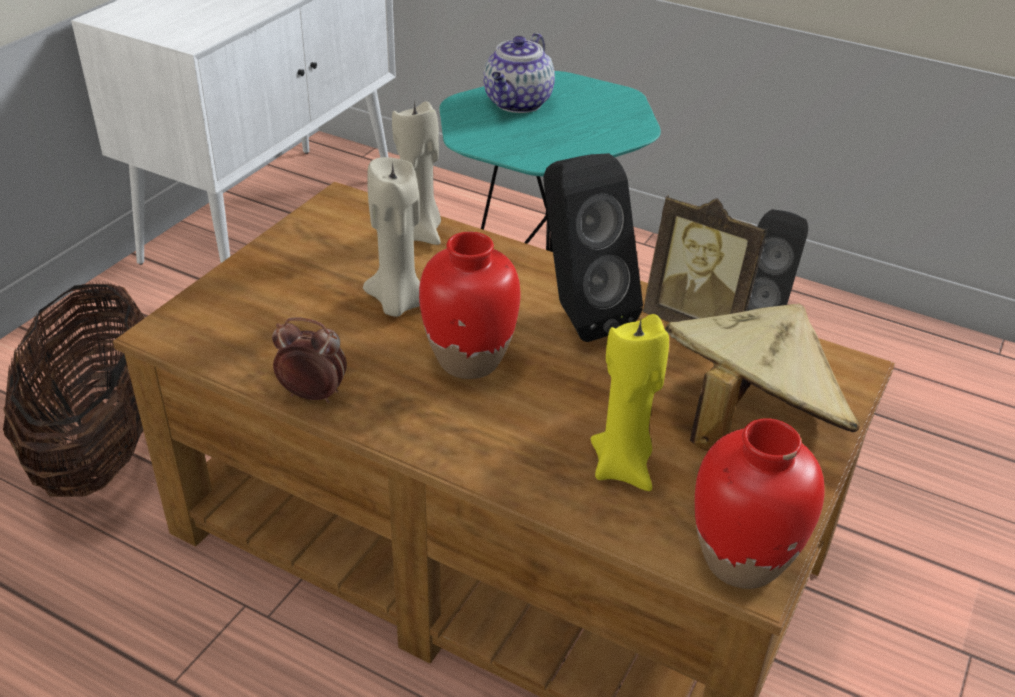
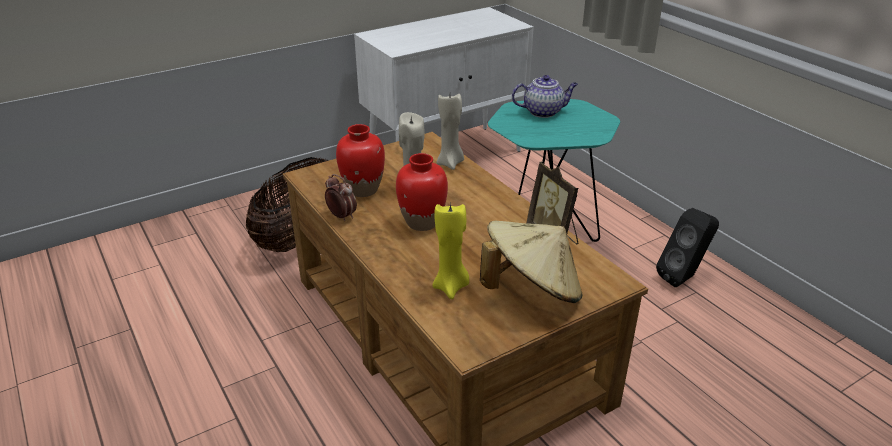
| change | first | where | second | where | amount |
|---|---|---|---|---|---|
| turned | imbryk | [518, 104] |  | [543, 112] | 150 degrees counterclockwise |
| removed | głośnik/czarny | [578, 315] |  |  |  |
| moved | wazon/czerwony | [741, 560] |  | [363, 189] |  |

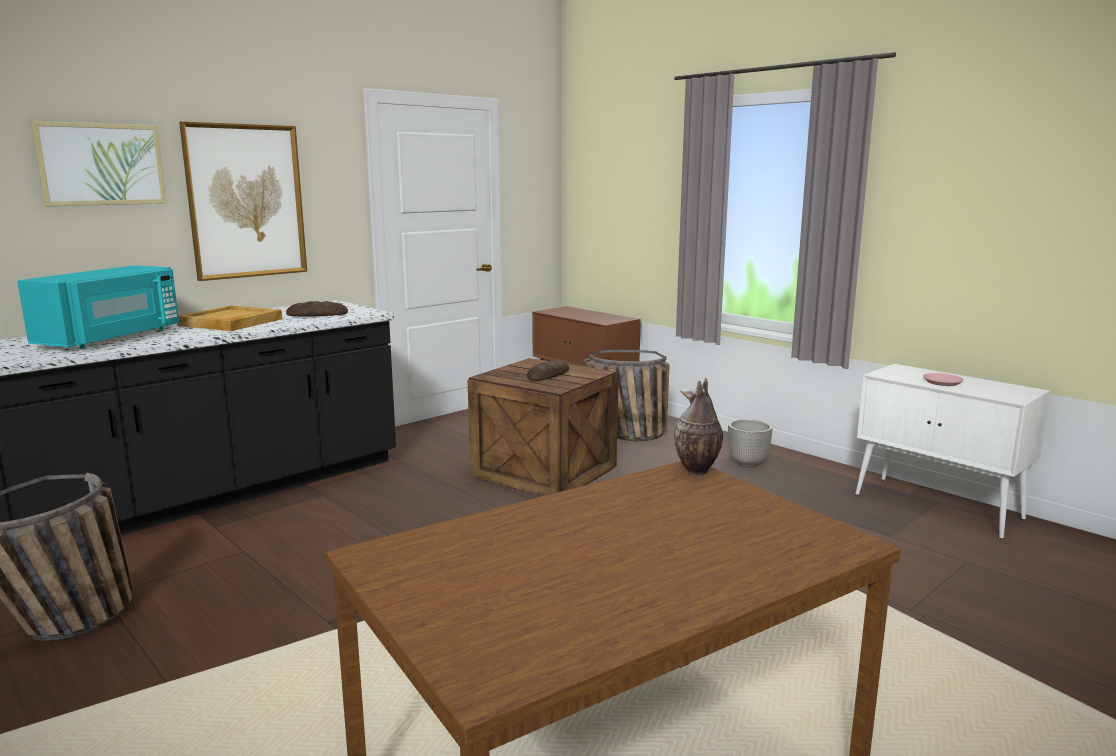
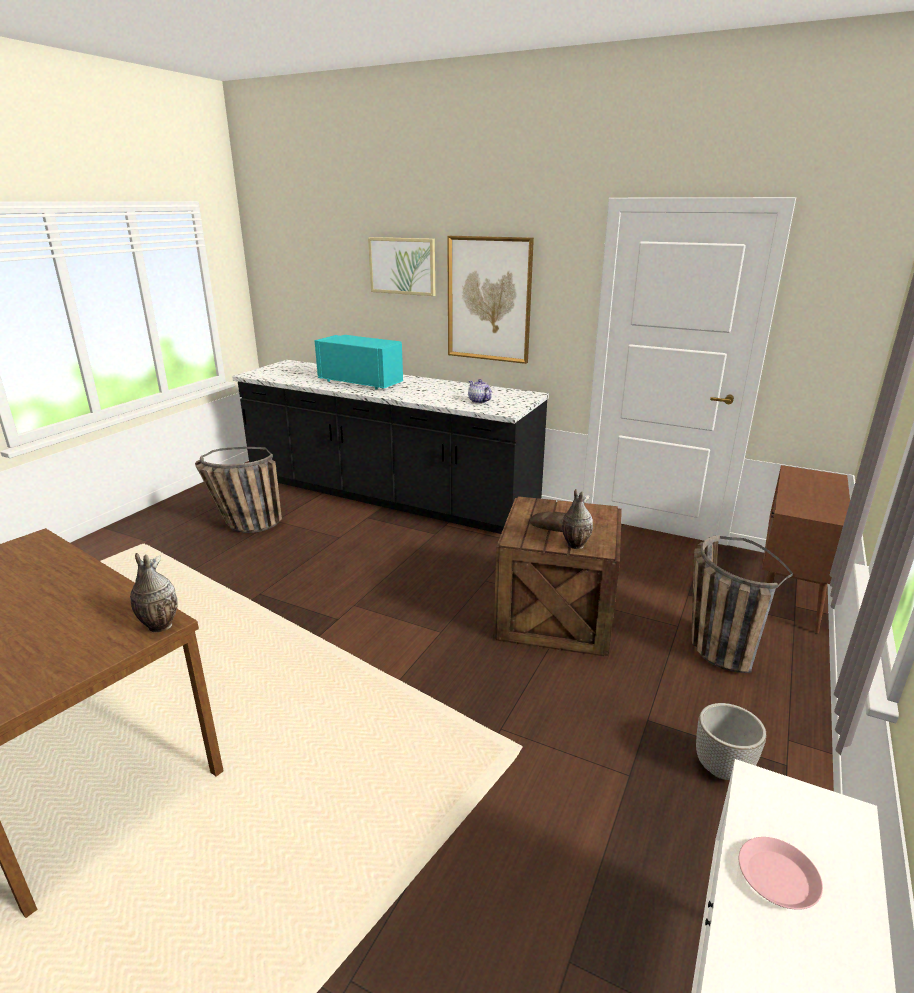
| change | first | where | second | where | amount |
|---|---|---|---|---|---|
| turned | mikrofalówka/turkusowy | [113, 338] |  | [362, 382] | 150 degrees counterclockwise |
| replaced | chleb | [317, 314] | imbryk | [479, 401] |  |
| removed | taca/beżowy | [231, 322] |  |  |  |
| added |  |  | wazon | [574, 545] |  |

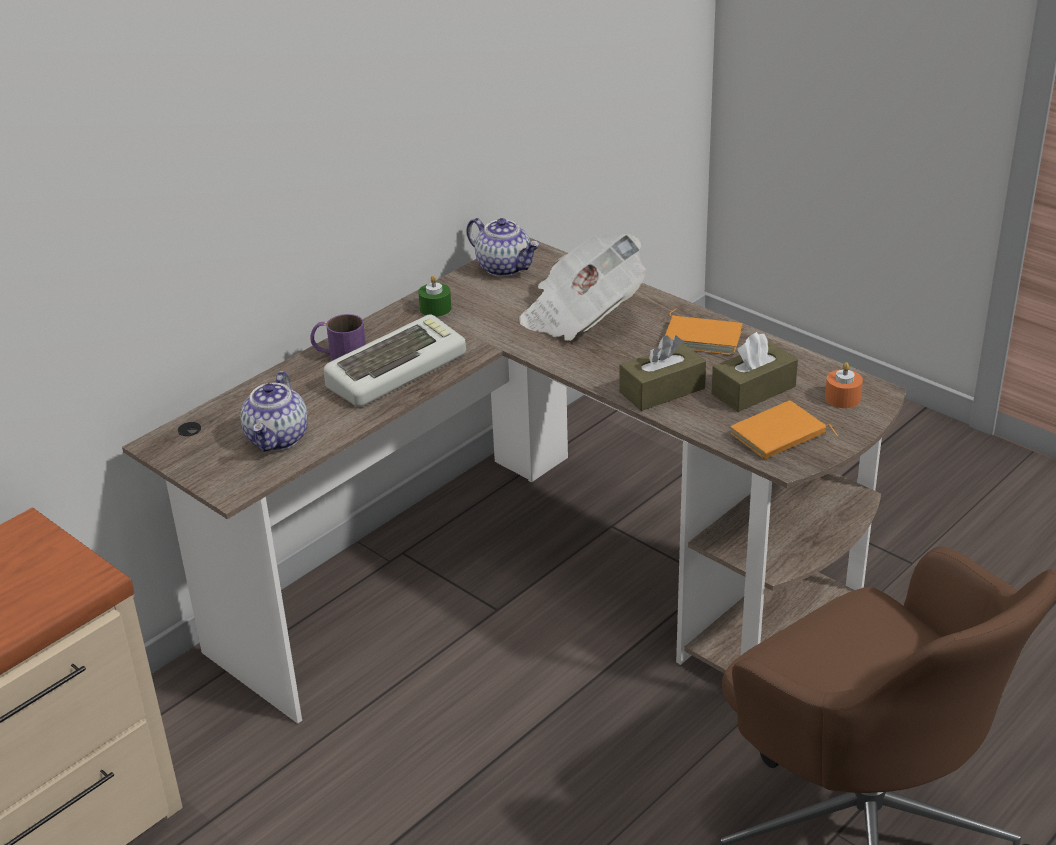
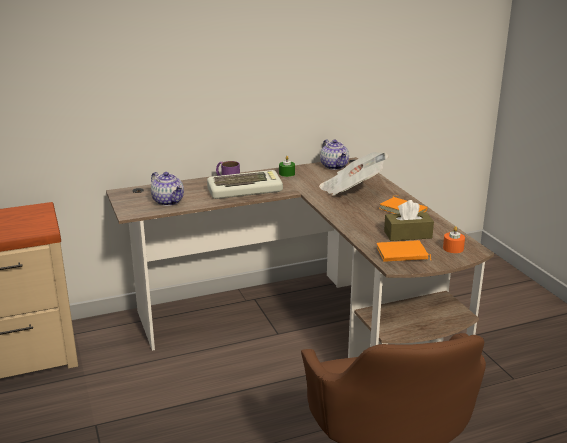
| change | first | where | second | where | amount |
|---|---|---|---|---|---|
| removed | pudełko chusteczek/brązowy | [662, 390] |  |  |  |
| turned | imbryk | [278, 439] |  | [168, 201] | 75 degrees counterclockwise |

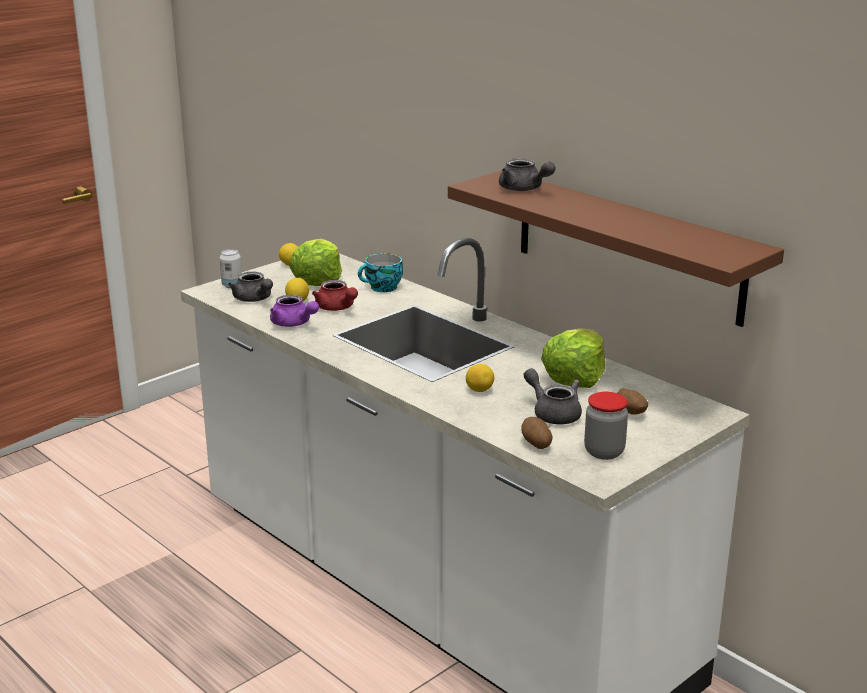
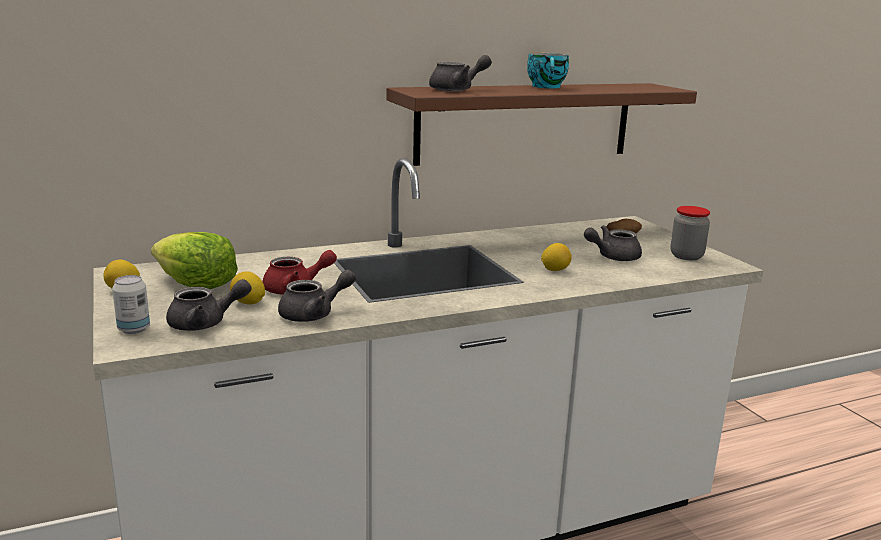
| change | first | where | second | where | amount |
|---|---|---|---|---|---|
| moved | filiżanka | [382, 288] |  | [547, 87] |  |
| recoloured | imbryk/fioletowy | [293, 324] | imbryk/szary | [314, 314] |  |
| removed | sałata | [575, 377] |  |  |  |
| removed | ziemniak | [536, 444] |  |  |  |

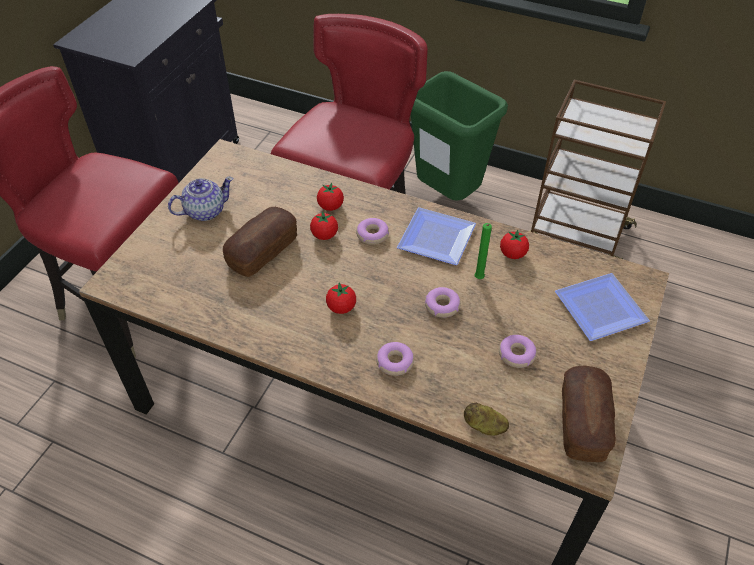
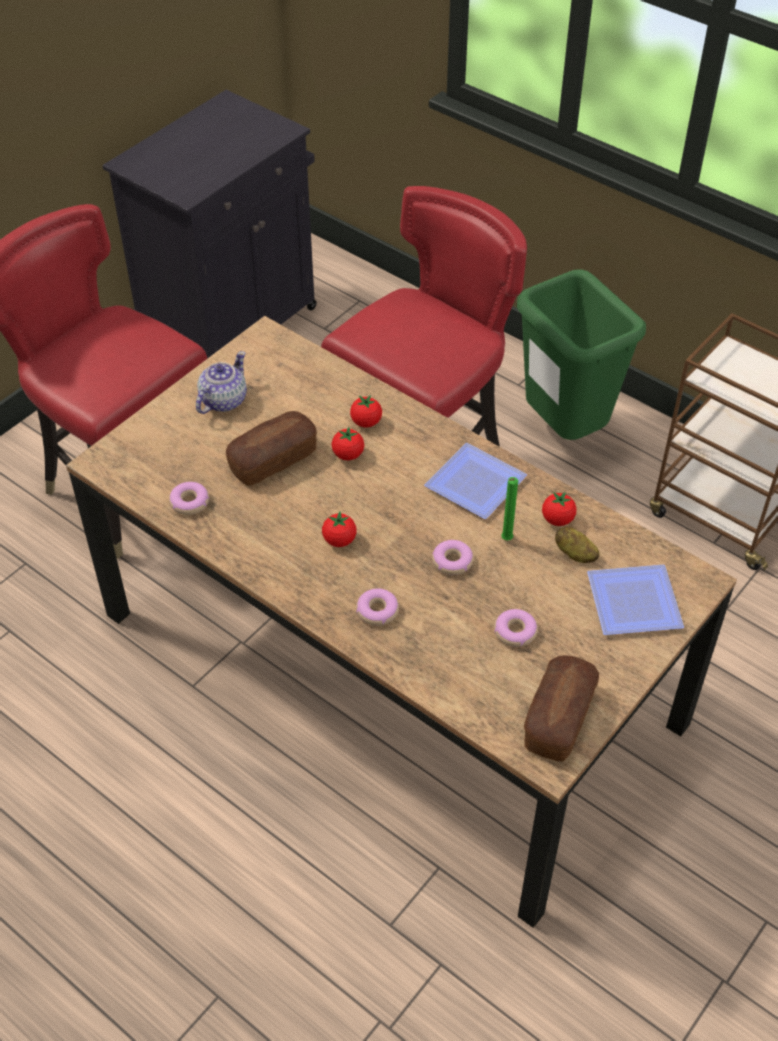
| change | first | where | second | where | amount |
|---|---|---|---|---|---|
| turned | imbryk | [204, 211] |  | [222, 401] | 45 degrees counterclockwise |
| moved | donut | [372, 235] |  | [190, 502] |  |
| moved | ziemniak | [484, 426] |  | [575, 554] |  |

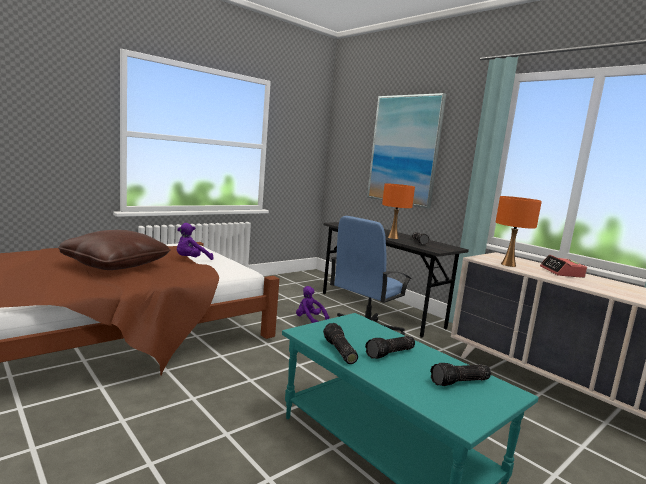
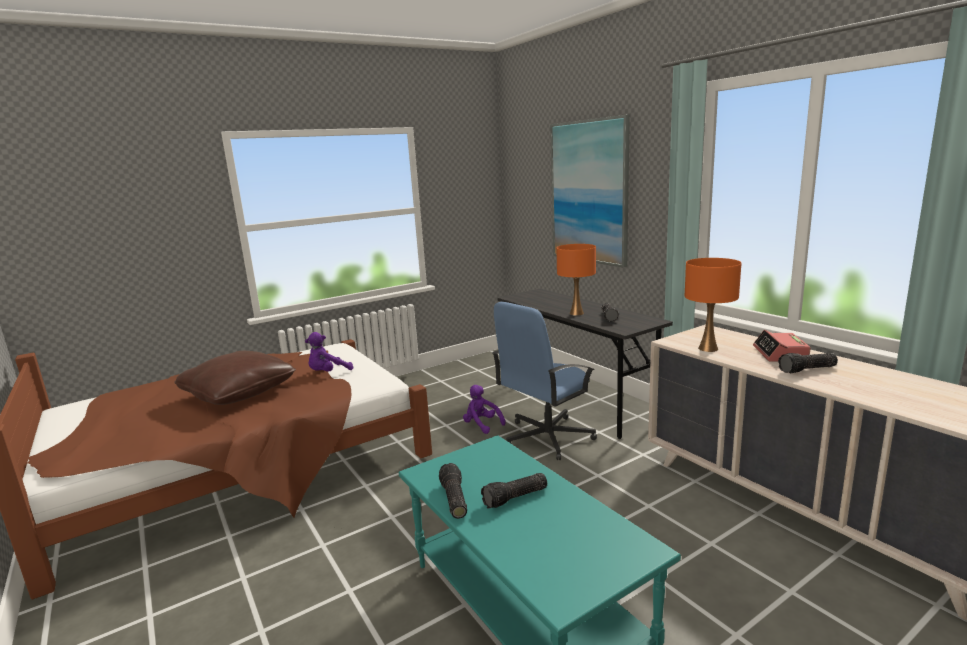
| change | first | where | second | where | amount |
|---|---|---|---|---|---|
| moved | latarka | [460, 382] |  | [808, 370] |  |

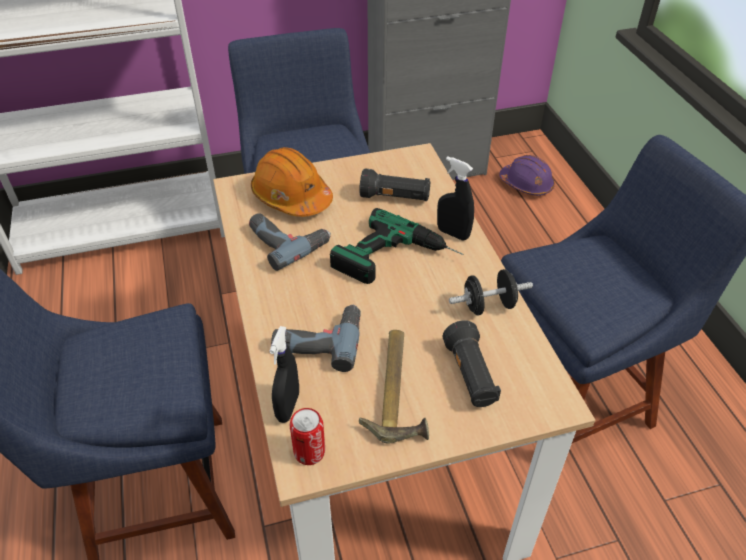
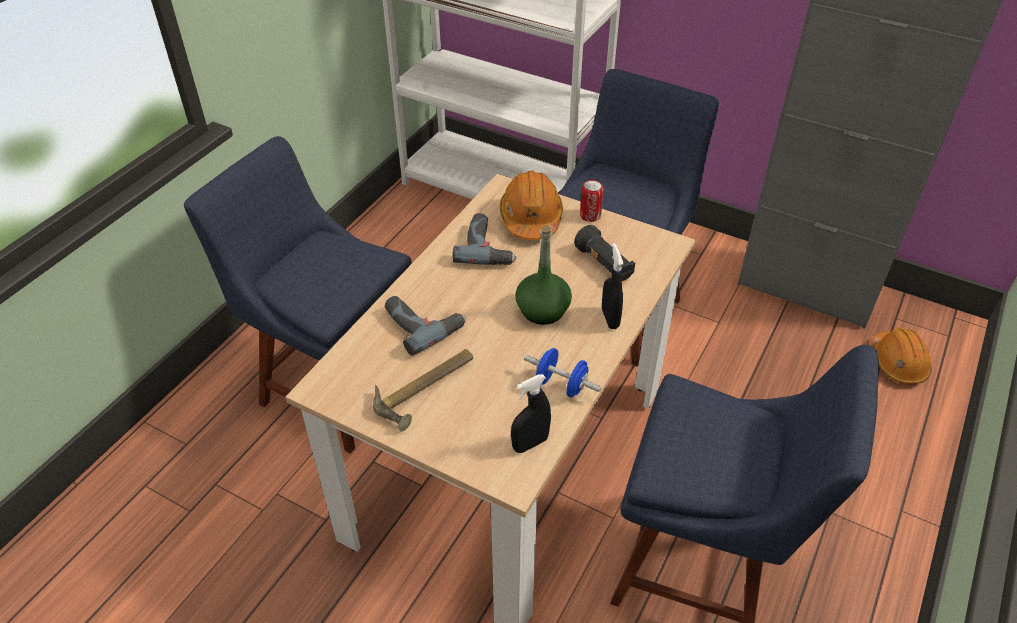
| change | first | where | second | where | amount |
|---|---|---|---|---|---|
| recoloured | kask/fioletowy | [526, 184] | kask/pomarańczowy | [897, 363] |  |
| replaced | wiertarka | [398, 261] | butelka/zielony | [542, 310] |  |
| recoloured | hantel/czarny | [488, 306] | hantel/niebieski | [561, 385] |  |
| removed | latarka/czarny | [470, 376] |  |  |  |
| moved | spryskiwacz/czarny | [288, 407] |  | [530, 443] |  |
| moved | puszka | [309, 452] |  | [590, 216] |  |

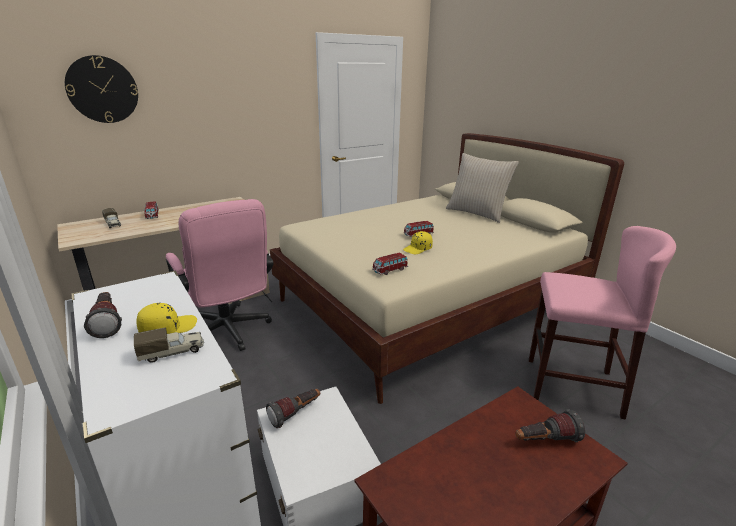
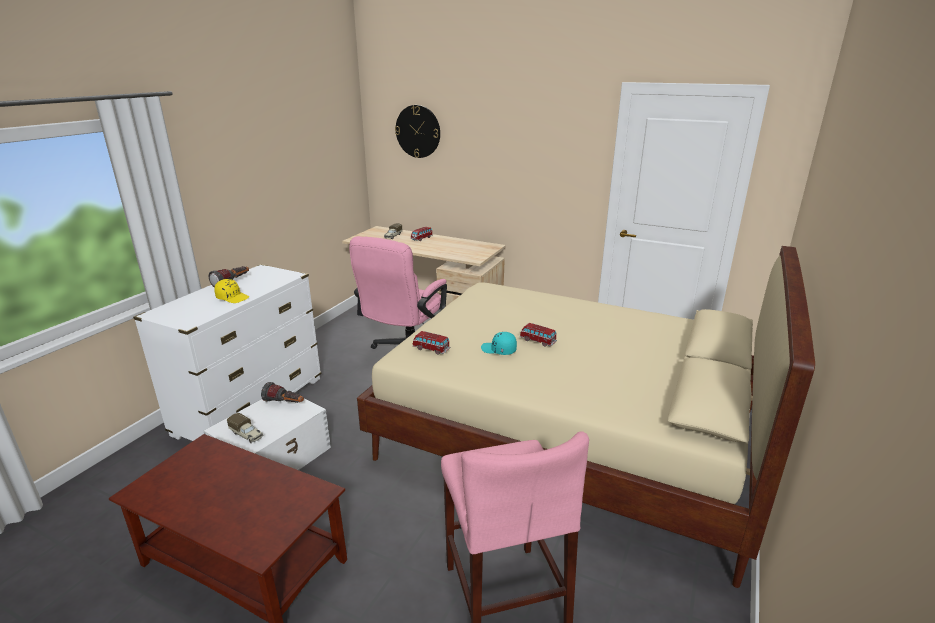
| change | first | where | second | where | amount |
|---|---|---|---|---|---|
| removed | poduszka/beżowy | [477, 213] |  |  |  |
| recoloured | czapka z daszkiem/żółty | [418, 249] | czapka z daszkiem/turkusowy | [498, 350] |  |
| moved | ciężarówka zabawkowa | [172, 352] |  | [247, 435] |  |
| removed | latarka | [545, 441] |  |  |  |

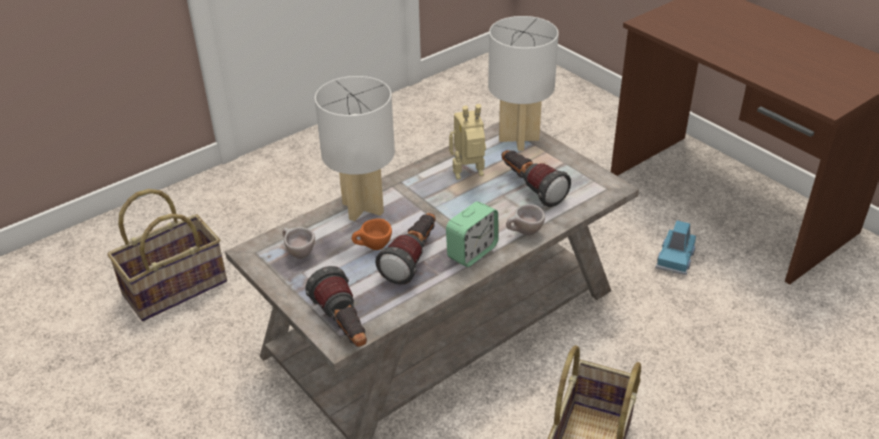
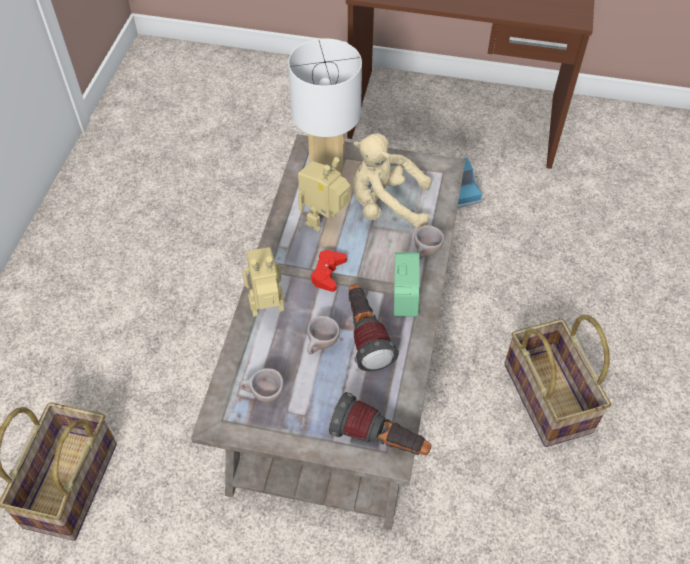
| change | first | where | second | where | amount |
|---|---|---|---|---|---|
| replaced | lampa stołowa/biały | [362, 208] | robot zabawkowy | [268, 311] |  |
| replaced | latarka | [530, 188] | pluszak/beżowy | [386, 206] |  |
| recoloured | filiżanka/pomarańczowy | [372, 248] | filiżanka/beżowy | [321, 346] |  |
| added |  |  | pad do gier/czerwony | [328, 273] |  |

